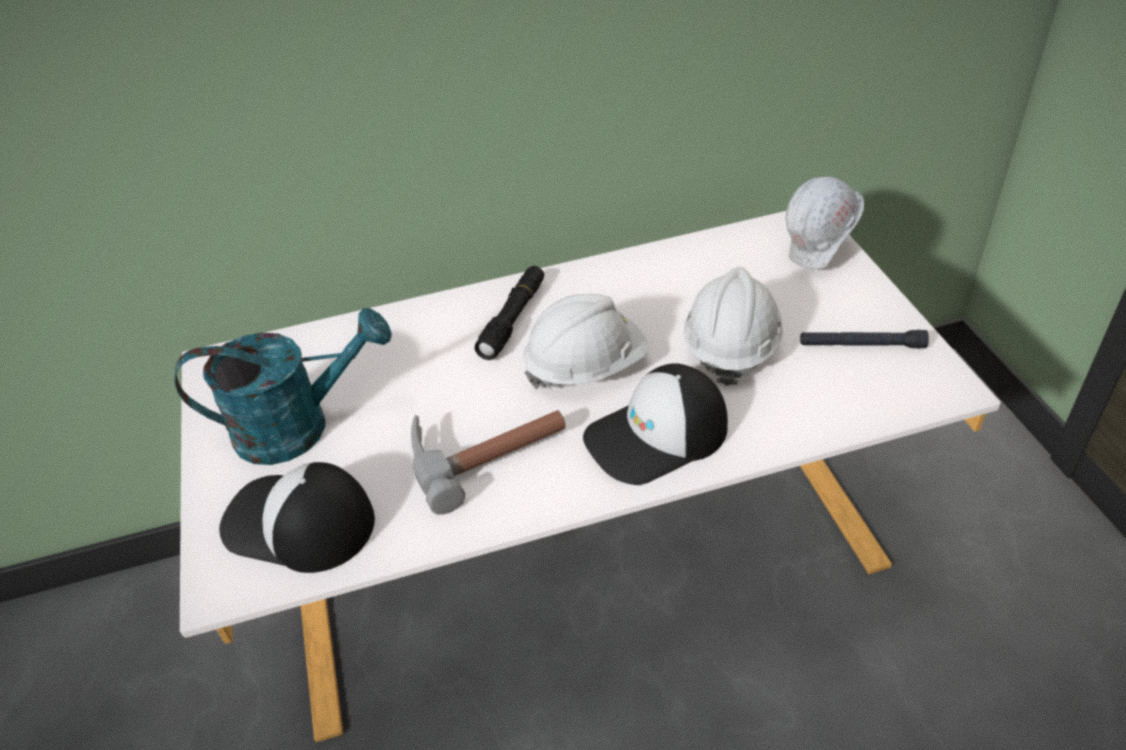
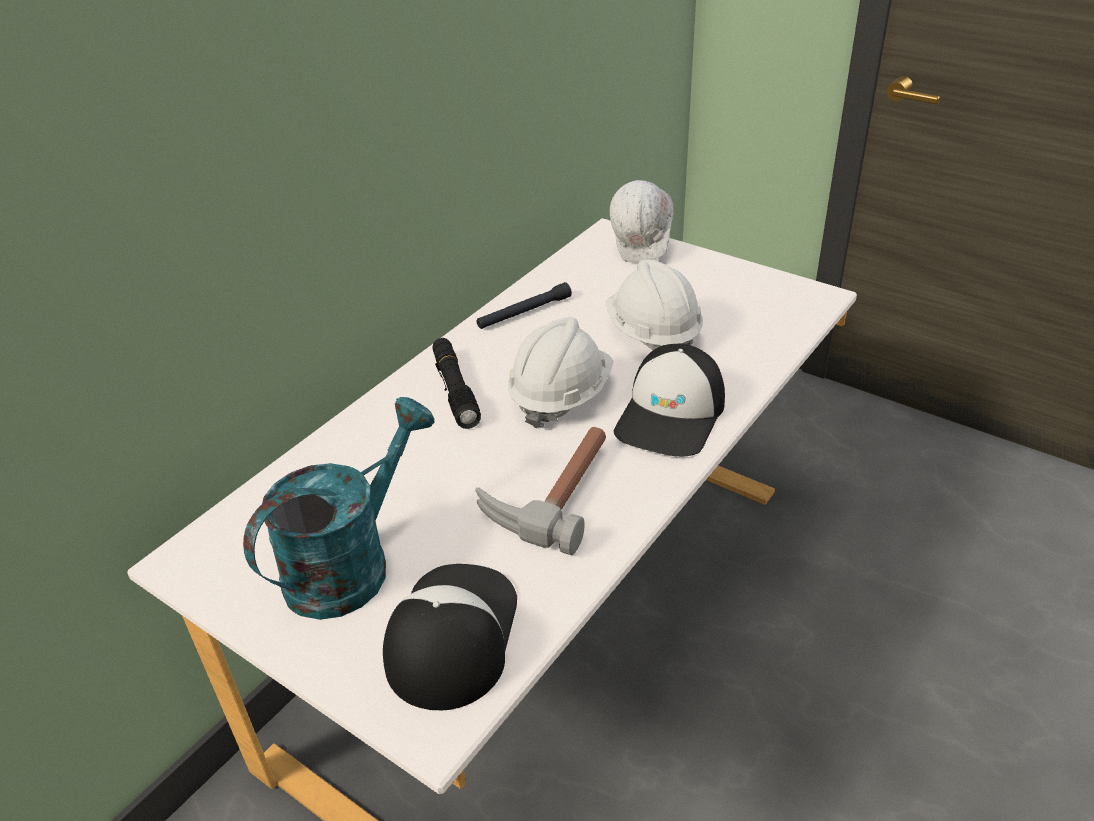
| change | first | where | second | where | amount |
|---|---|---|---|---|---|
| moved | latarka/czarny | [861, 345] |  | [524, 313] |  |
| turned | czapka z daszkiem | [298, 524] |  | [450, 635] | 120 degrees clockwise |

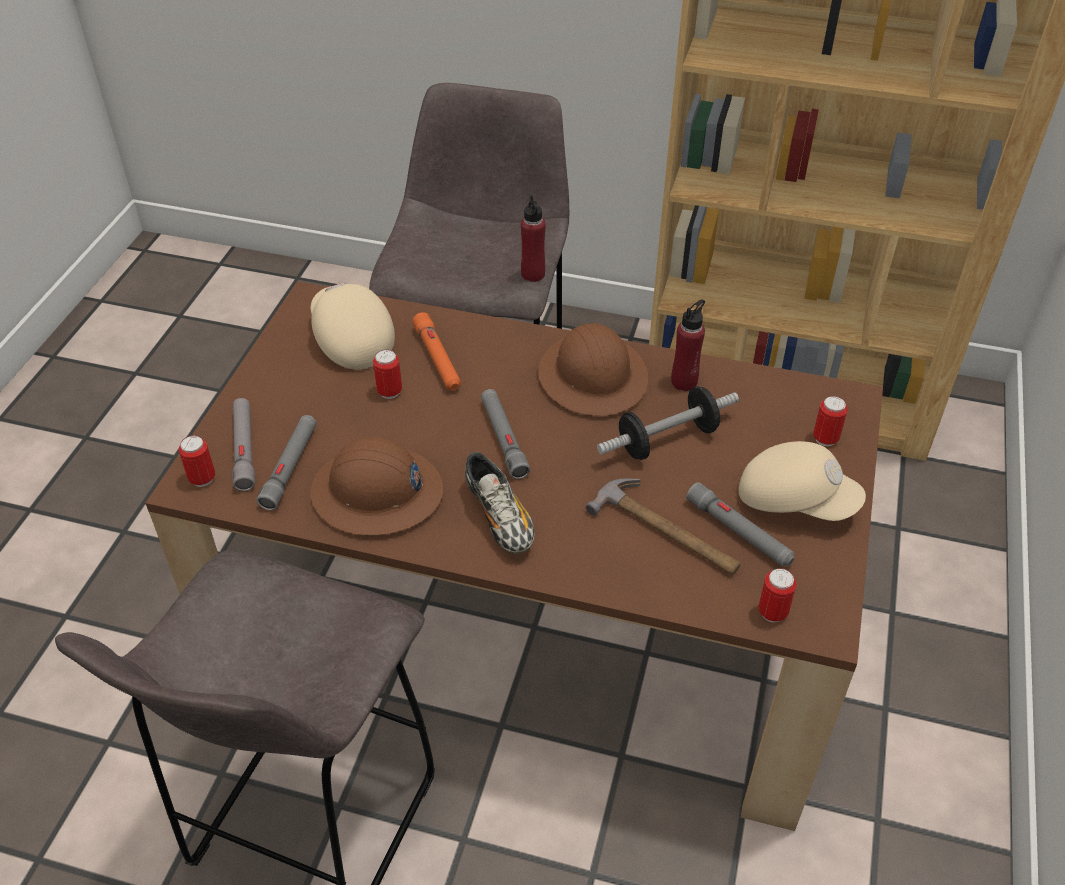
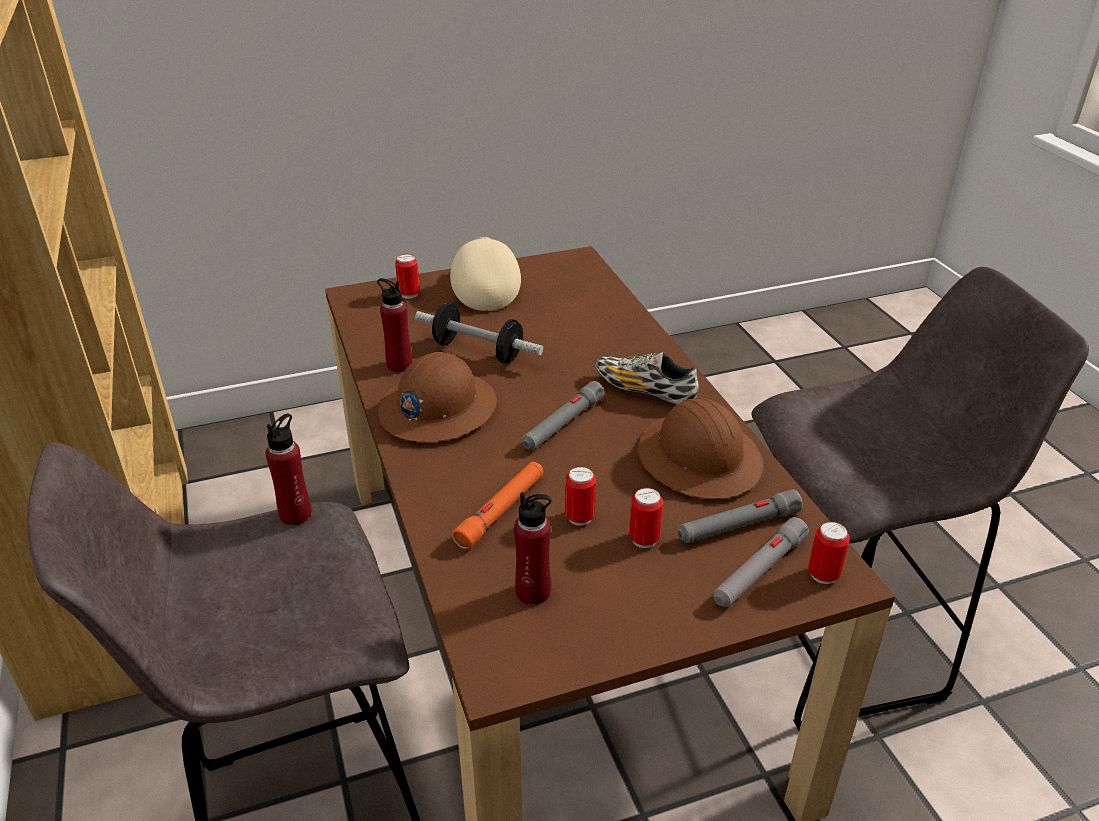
| change | first | where | second | where | amount |
|---|---|---|---|---|---|
| replaced | czapka z daszkiem/beżowy | [350, 339] | butelka/czerwony | [533, 592] |  |
| turned | but | [499, 517] |  | [644, 391] | 90 degrees counterclockwise |
| removed | młotek | [667, 532] |  |  |  |
| removed | latarka/szary | [738, 532] |  |  |  |
| moved | puszka | [772, 612] |  | [644, 539] |  |

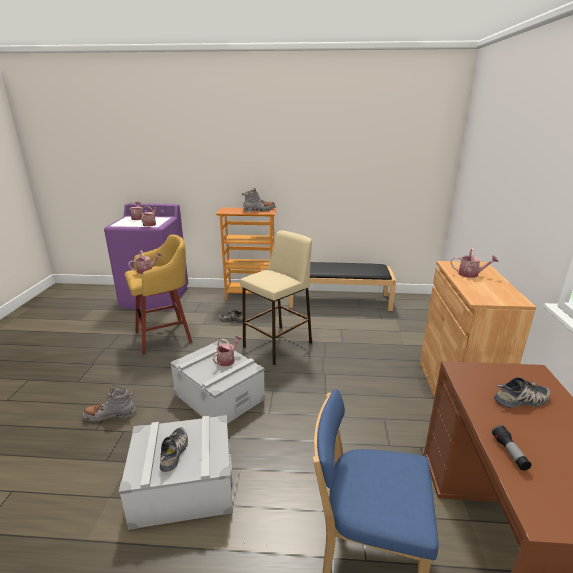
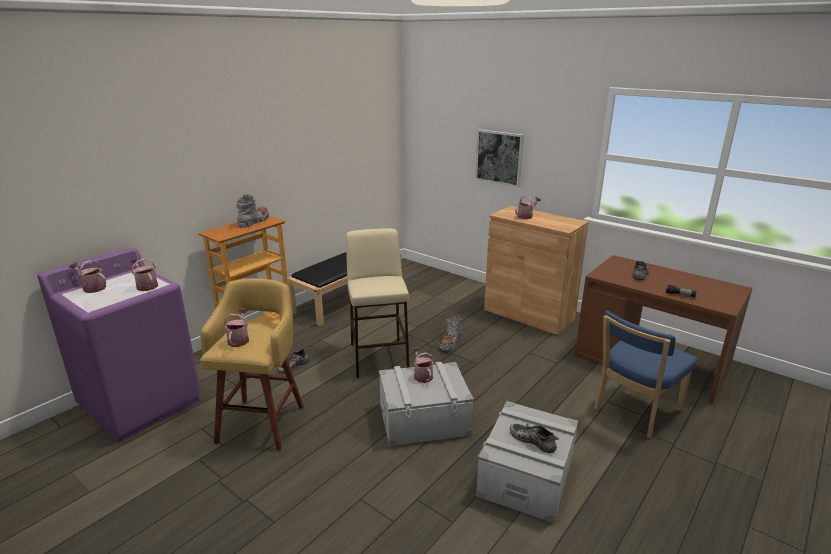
| change | first | where | second | where | amount |
|---|---|---|---|---|---|
| moved | but z cholewką/szary | [110, 415] |  | [450, 342] |  |
| added |  |  | obraz | [499, 157] |  |

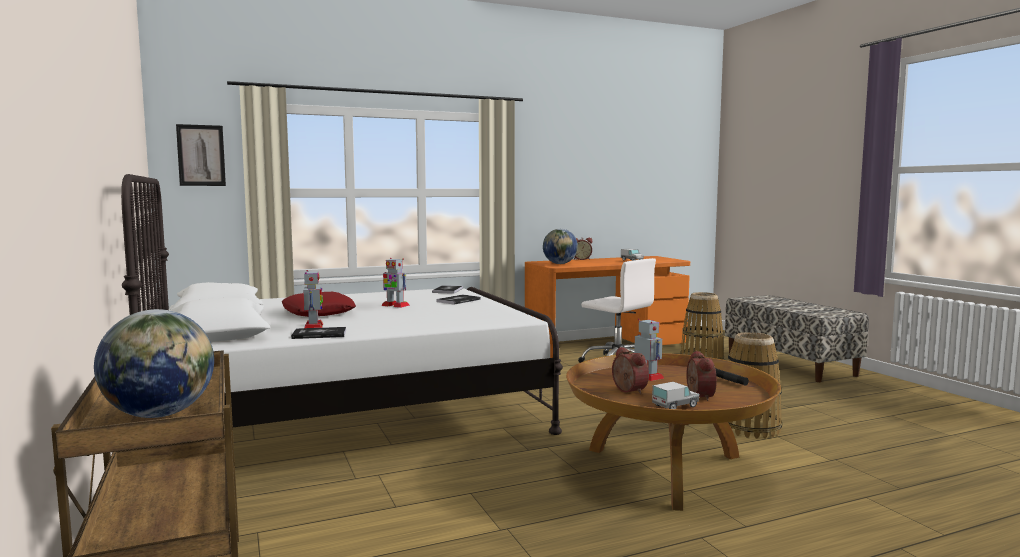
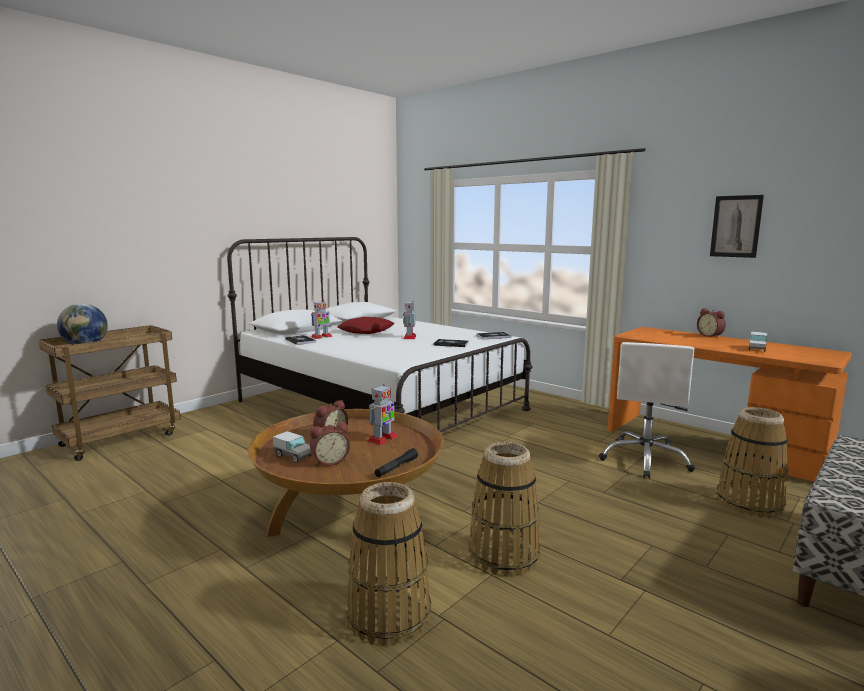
| change | first | where | second | where | amount |
|---|---|---|---|---|---|
| moved | obraz | [201, 155] |  | [736, 226] |  |
| removed | globus | [560, 264] |  |  |  |
| added |  |  | koszyk | [388, 615] |  |

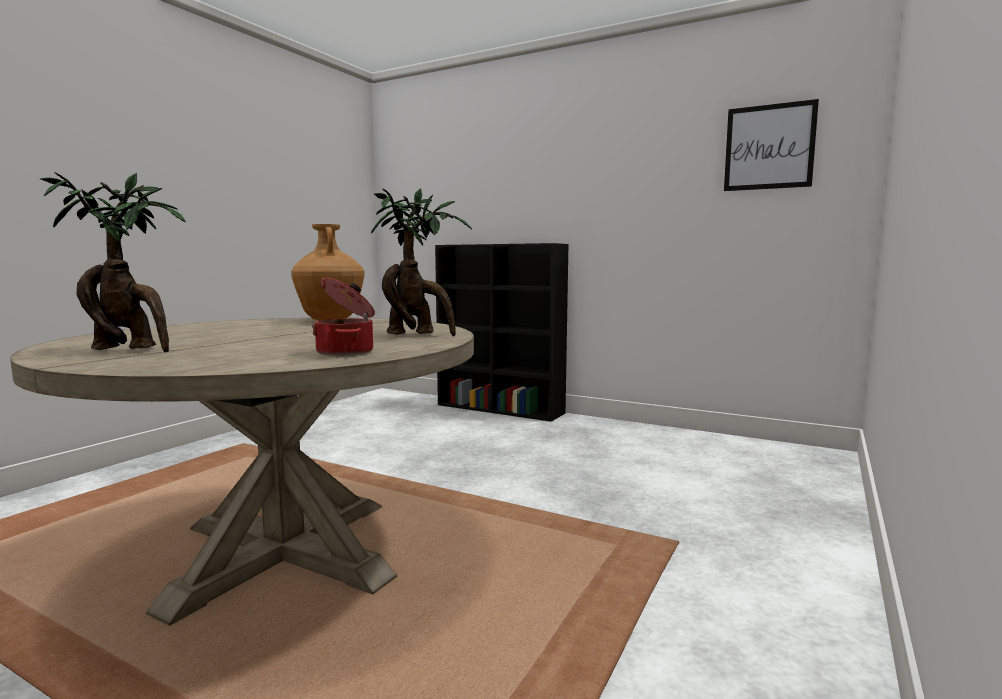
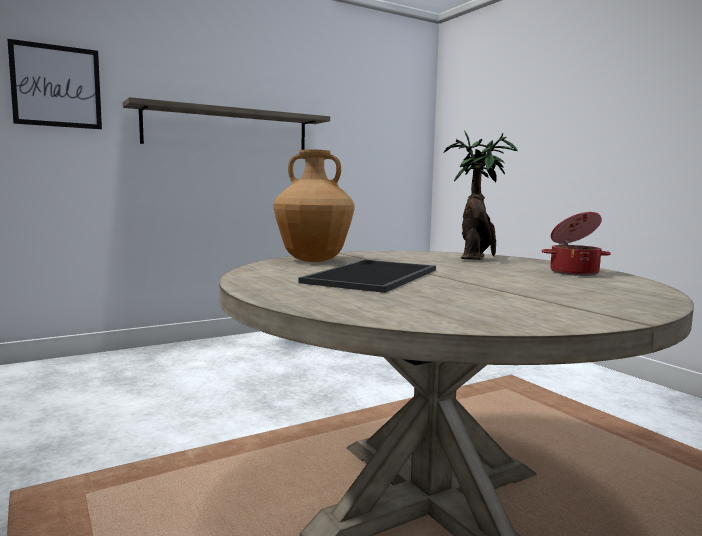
| change | first | where | second | where | amount |
|---|---|---|---|---|---|
| moved | obraz | [769, 147] |  | [56, 86] |  |
| removed | roślina doniczkowa | [130, 350] |  |  |  |
| removed | regał/czarny | [501, 409] |  |  |  |
| added |  |  | półka | [228, 130] |  |
| added |  |  | taca | [374, 276] |  |

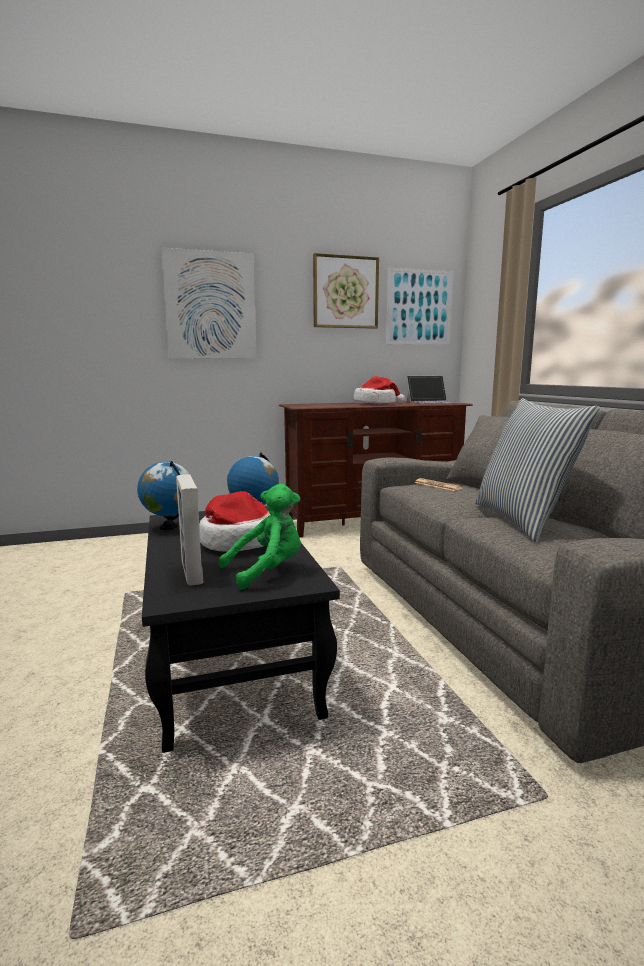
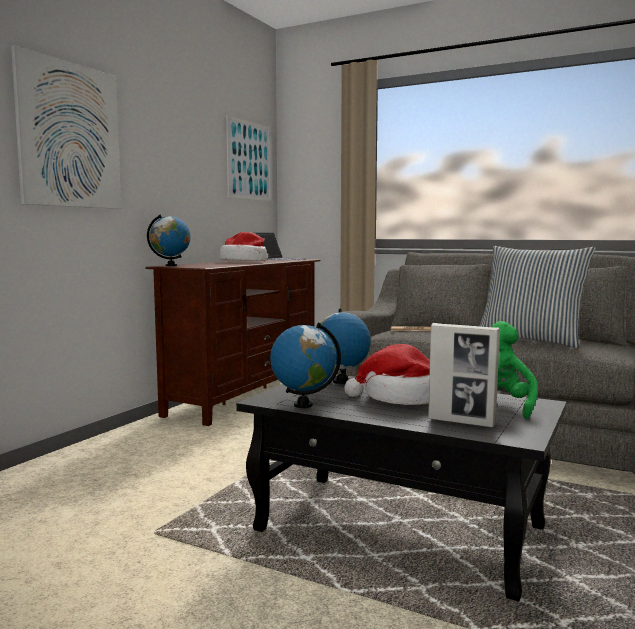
| change | first | where | second | where | amount |
|---|---|---|---|---|---|
| removed | obraz | [345, 292] |  |  |  |
| added |  |  | globus | [171, 265] |  |

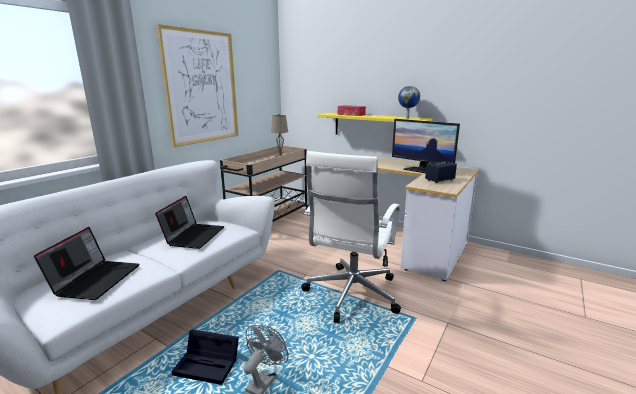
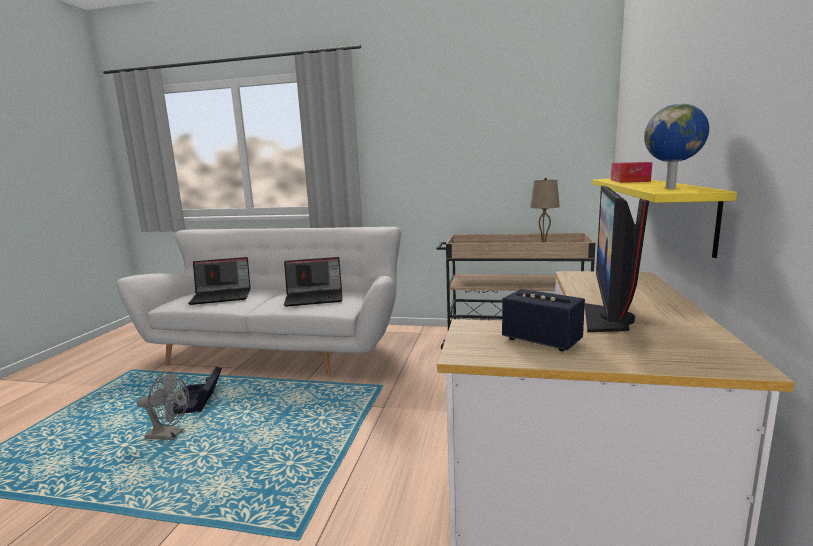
| change | first | where | second | where | amount |
|---|---|---|---|---|---|
| removed | obraz | [202, 87] |  |  |  |
| removed | krzesło biurowe/biały | [351, 295] |  |  |  |

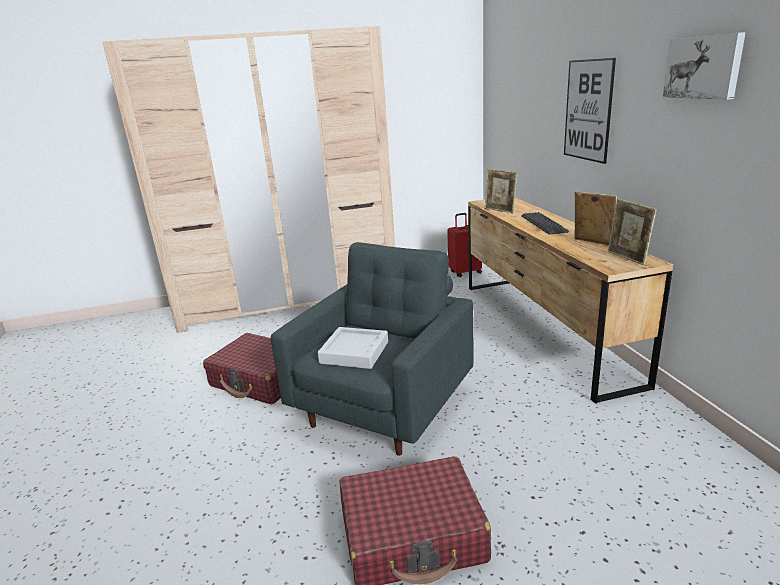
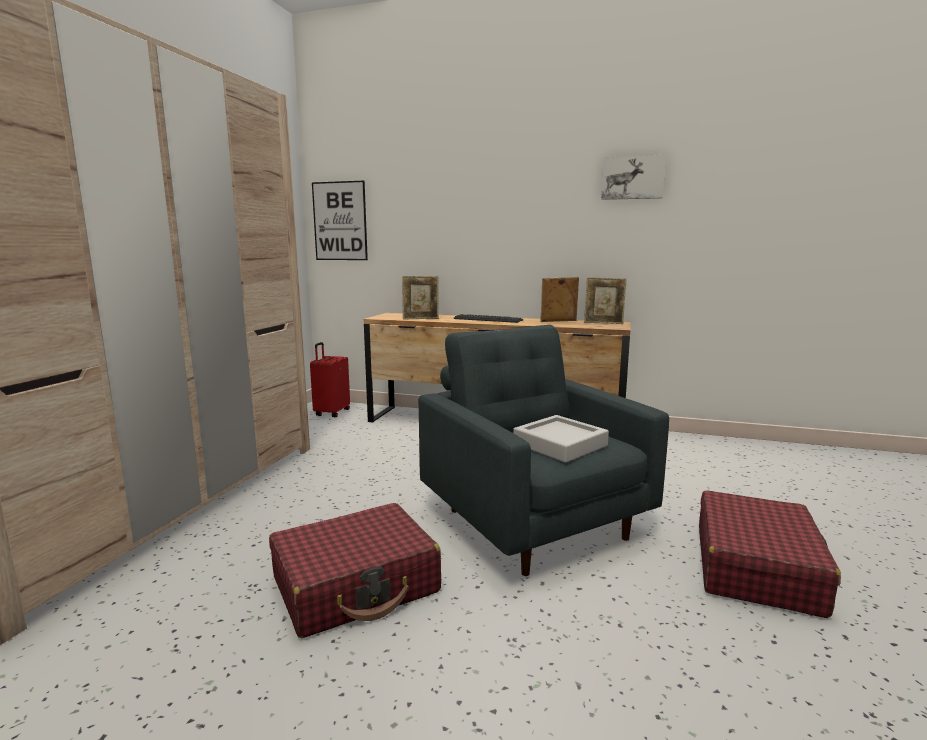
| change | first | where | second | where | amount |
|---|---|---|---|---|---|
| moved | obraz | [588, 110] |  | [340, 221] |  |

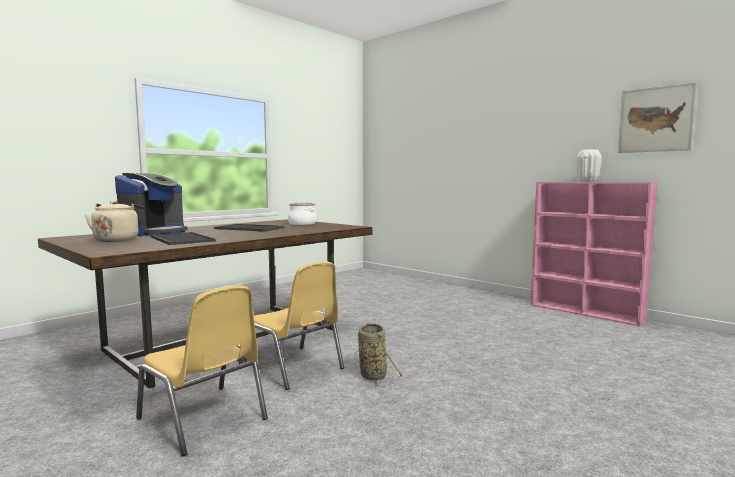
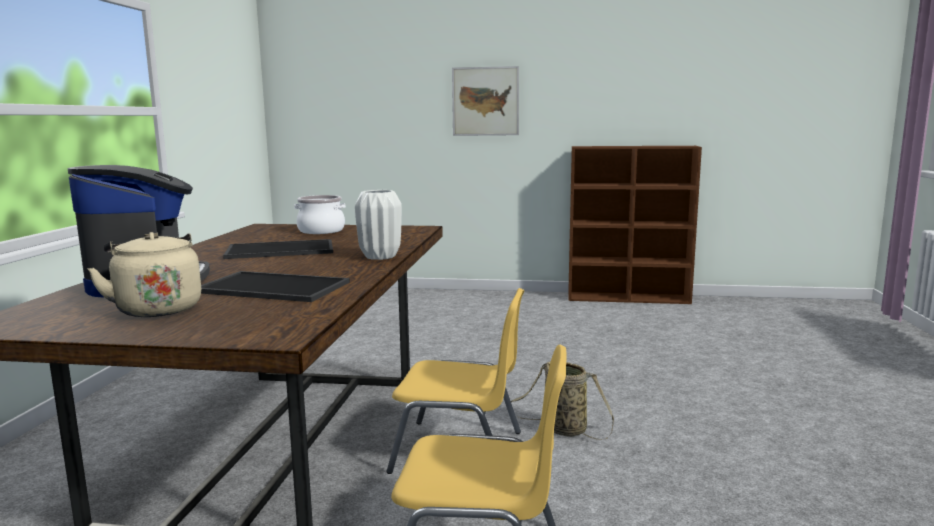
| change | first | where | second | where | amount |
|---|---|---|---|---|---|
| moved | obraz | [655, 119] |  | [485, 101] |  |
| moved | wazon/biały | [587, 182] |  | [381, 257] |  |
| recoloured | regał/różowy | [586, 312] | regał/brązowy | [629, 298] |  |

